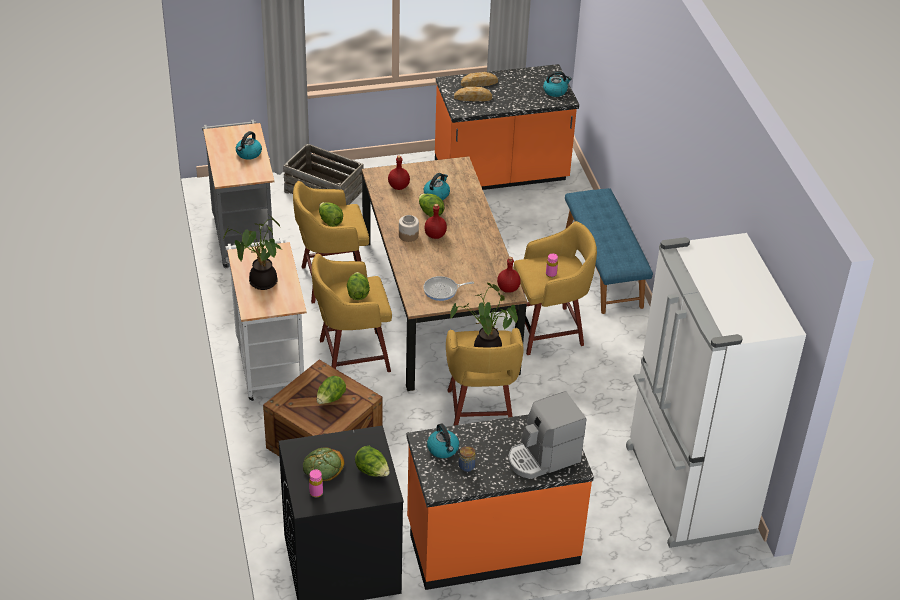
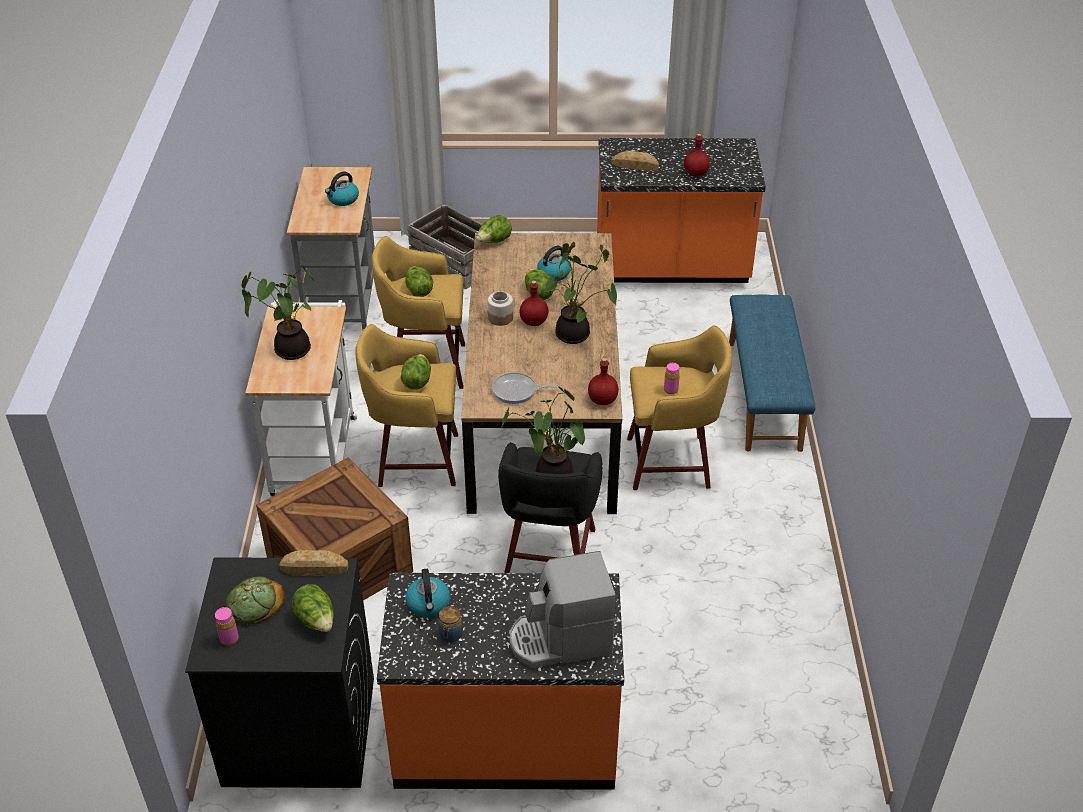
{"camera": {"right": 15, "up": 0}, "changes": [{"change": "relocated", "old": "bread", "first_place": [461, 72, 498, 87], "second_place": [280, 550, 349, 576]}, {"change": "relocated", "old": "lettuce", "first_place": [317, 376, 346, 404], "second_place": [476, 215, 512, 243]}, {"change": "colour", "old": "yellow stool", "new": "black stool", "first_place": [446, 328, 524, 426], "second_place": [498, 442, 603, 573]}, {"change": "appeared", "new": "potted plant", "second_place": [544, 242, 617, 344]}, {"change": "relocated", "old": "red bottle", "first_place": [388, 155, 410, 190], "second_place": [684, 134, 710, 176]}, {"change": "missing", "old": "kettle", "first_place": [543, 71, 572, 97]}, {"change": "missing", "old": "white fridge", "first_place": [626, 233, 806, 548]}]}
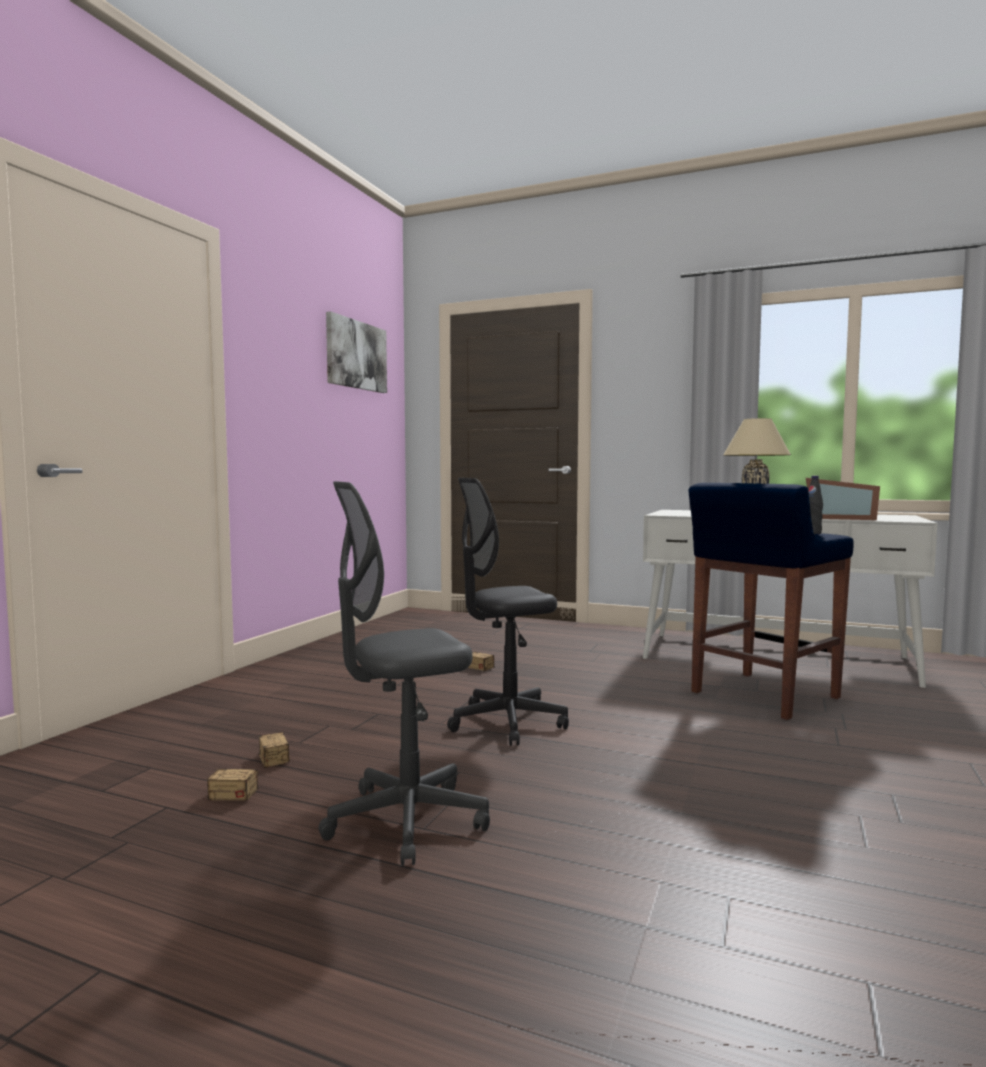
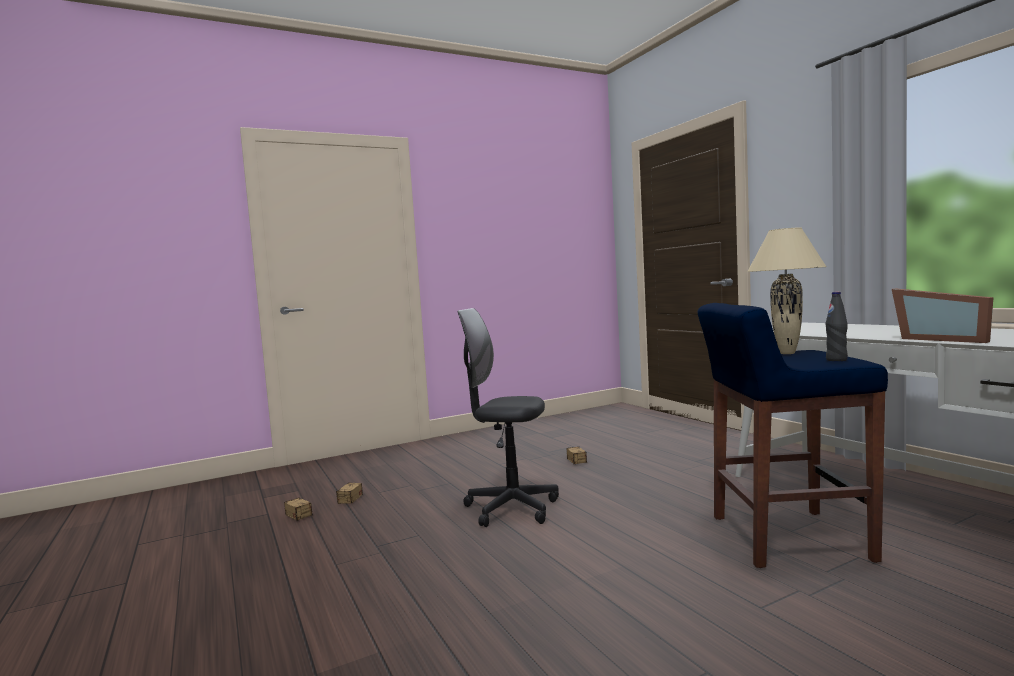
{"camera": {"right": 40, "up": 0}, "changes": [{"change": "missing", "old": "grey office chair", "first_place": [318, 481, 490, 866]}, {"change": "missing", "old": "picture", "first_place": [326, 311, 387, 393]}]}
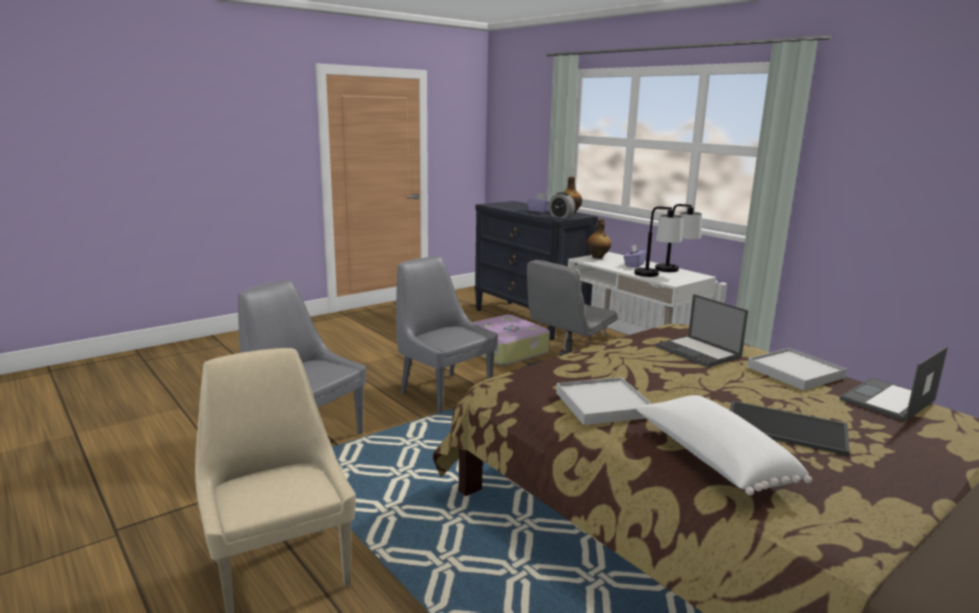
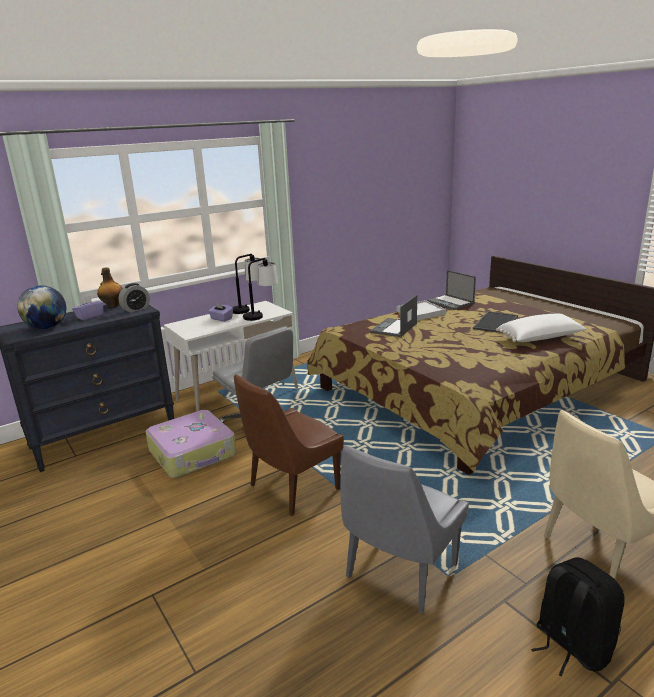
{"camera": {"right": -85, "up": 5}, "changes": [{"change": "appeared", "new": "globe", "second_place": [17, 285, 66, 329]}, {"change": "colour", "old": "grey chair", "new": "brown chair", "first_place": [396, 256, 498, 413], "second_place": [234, 374, 344, 516]}, {"change": "spun", "old": "laptop", "first_place": [655, 294, 748, 368], "second_place": [370, 295, 417, 337], "degrees": 150}, {"change": "appeared", "new": "black backpack", "second_place": [531, 557, 625, 677]}, {"change": "missing", "old": "white tray", "first_place": [556, 377, 652, 425]}, {"change": "missing", "old": "bottle", "first_place": [587, 219, 611, 259]}]}
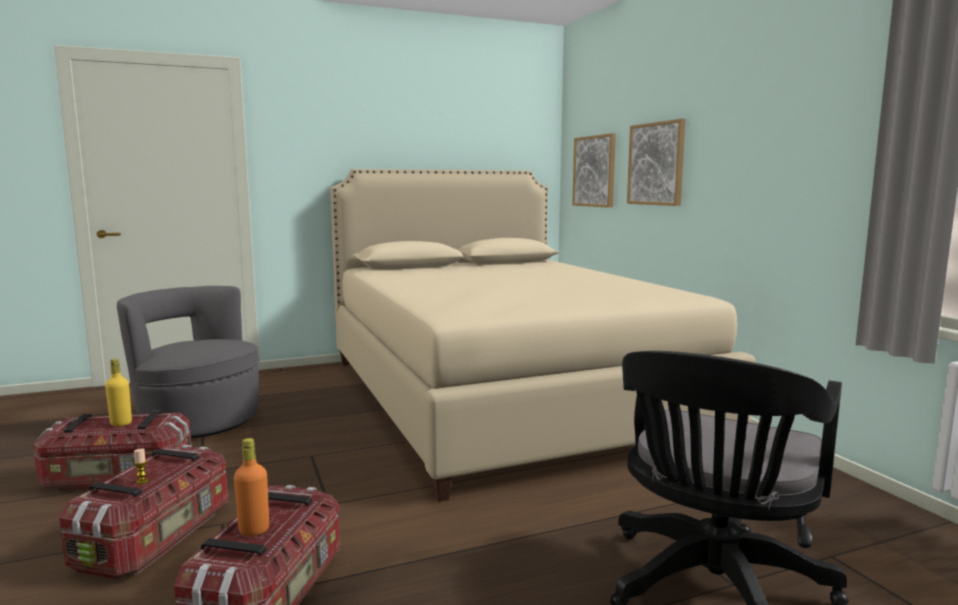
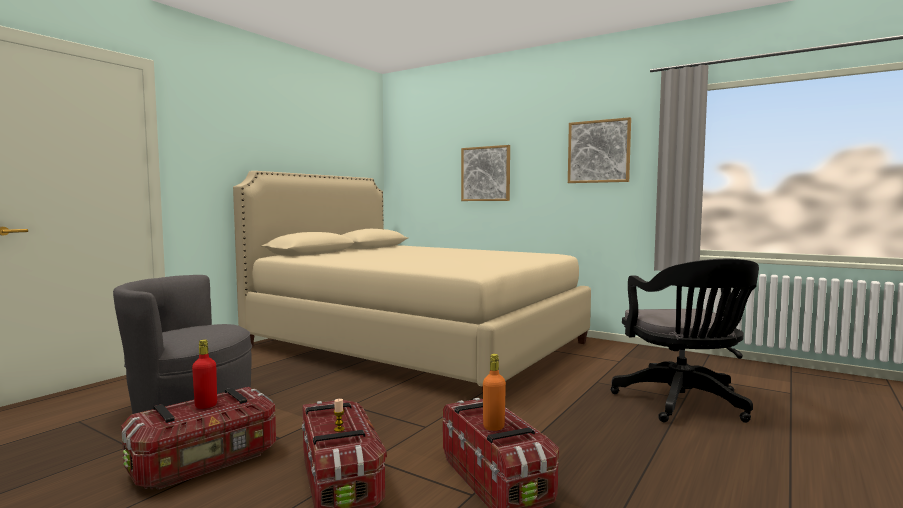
{"camera": {"right": -35, "up": -5}, "changes": [{"change": "colour", "old": "yellow bottle", "new": "red bottle", "first_place": [105, 359, 132, 426], "second_place": [192, 340, 217, 409]}, {"change": "relocated", "old": "picture", "first_place": [572, 133, 616, 208], "second_place": [568, 117, 631, 183]}]}
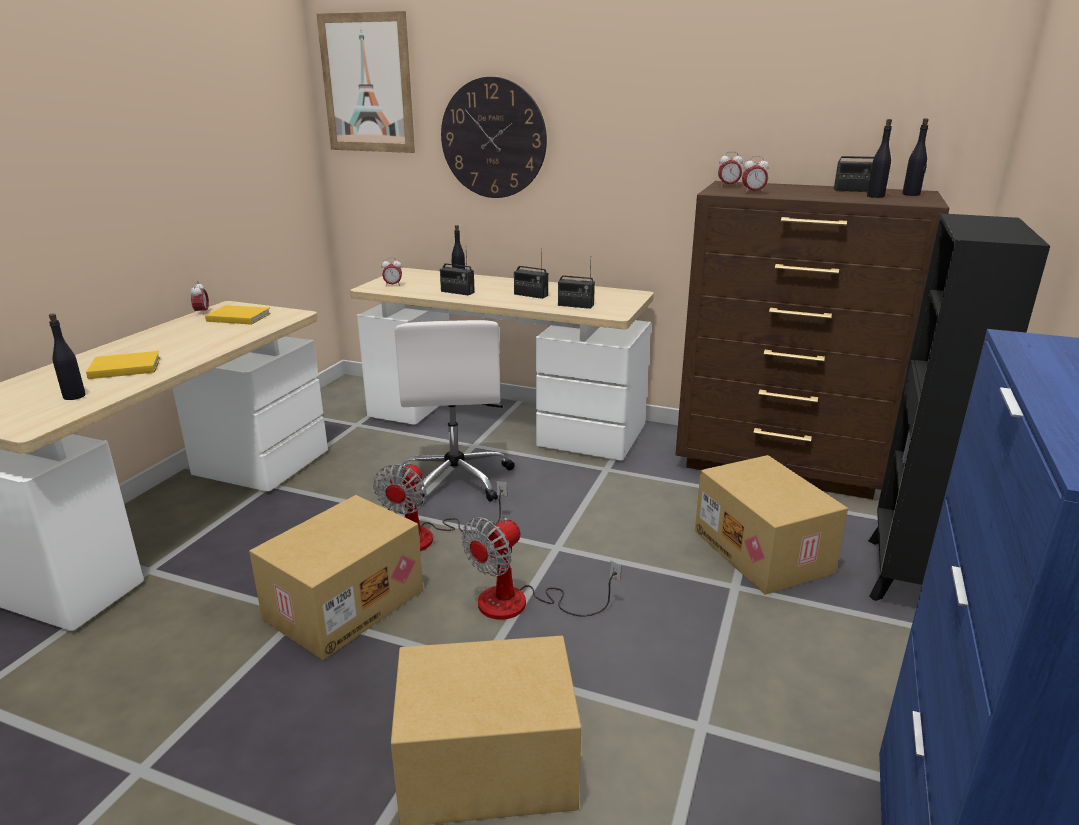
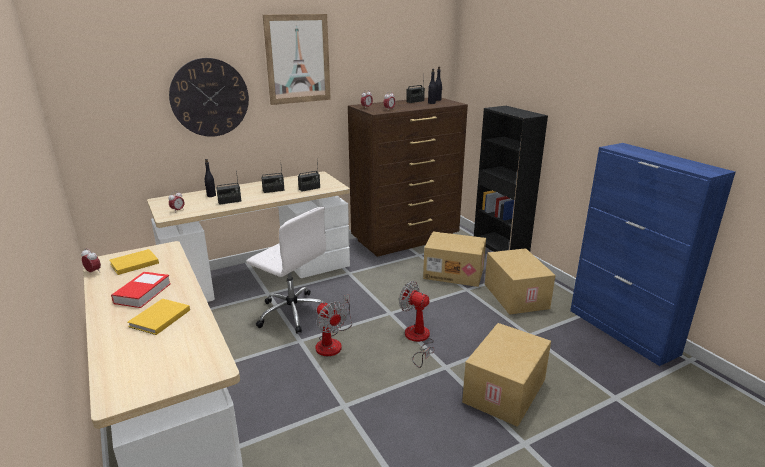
{"camera": {"right": -50, "up": 0}, "changes": [{"change": "appeared", "new": "book", "second_place": [111, 272, 171, 308]}, {"change": "relocated", "old": "picture", "first_place": [316, 11, 415, 153], "second_place": [263, 14, 331, 105]}, {"change": "spun", "old": "fan", "first_place": [462, 517, 622, 620], "second_place": [399, 281, 435, 368], "degrees": 135}, {"change": "relocated", "old": "cardboard box", "first_place": [249, 495, 423, 660], "second_place": [485, 248, 556, 315]}, {"change": "missing", "old": "black bottle", "first_place": [49, 313, 86, 400]}]}
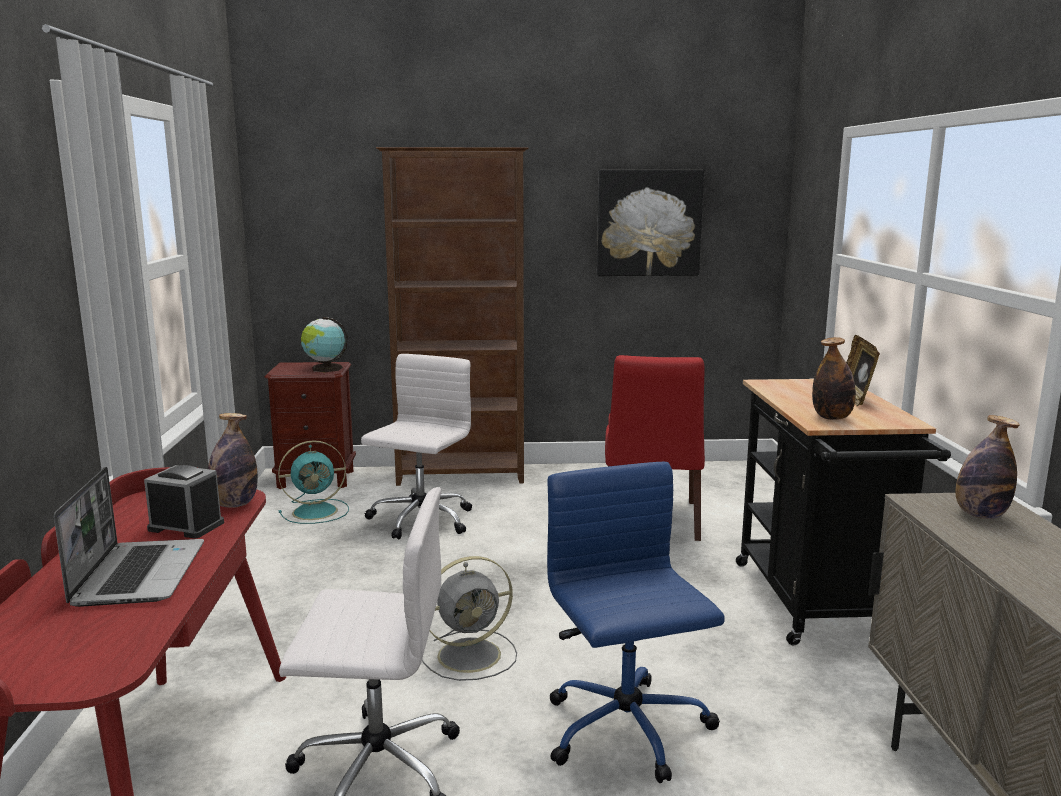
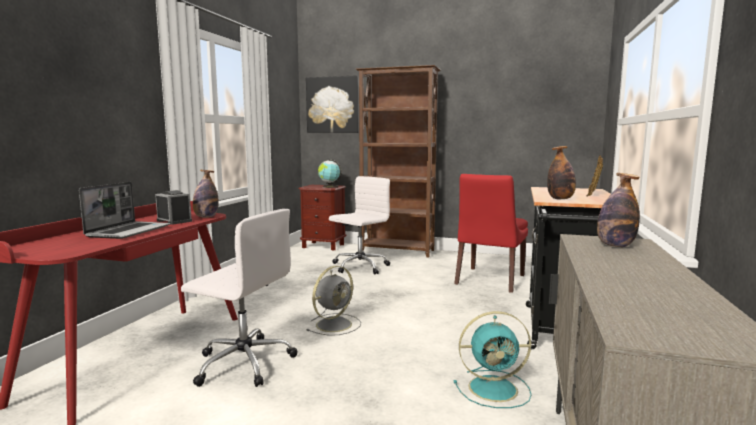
{"camera": {"right": 20, "up": -5}, "changes": [{"change": "relocated", "old": "picture", "first_place": [597, 170, 704, 276], "second_place": [306, 75, 359, 133]}, {"change": "spun", "old": "grey fan", "first_place": [422, 556, 517, 681], "second_place": [307, 266, 361, 336], "degrees": -45}, {"change": "relocated", "old": "turquoise fan", "first_place": [278, 440, 349, 524], "second_place": [454, 311, 531, 408]}, {"change": "missing", "old": "blue office chair", "first_place": [547, 462, 725, 783]}]}
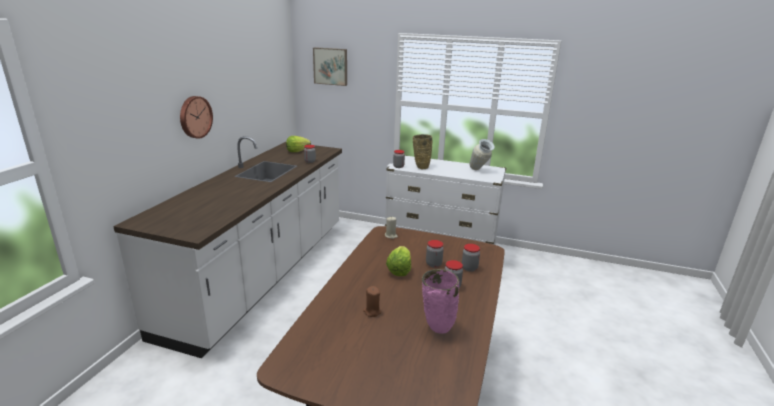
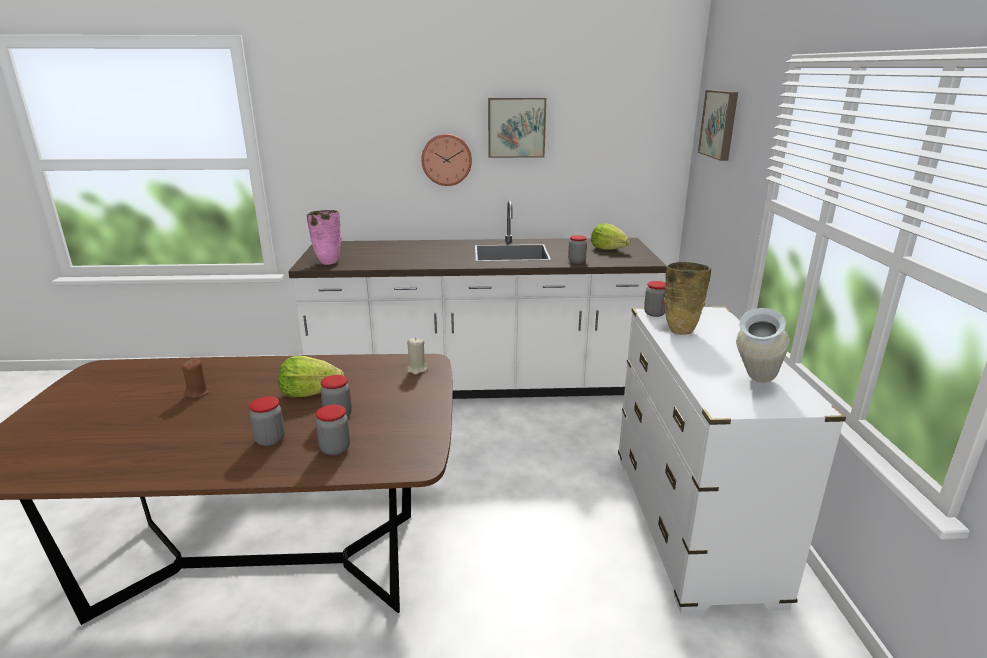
{"camera": {"right": 70, "up": 0}, "changes": [{"change": "relocated", "old": "pink vase", "first_place": [422, 269, 459, 334], "second_place": [307, 210, 342, 265]}, {"change": "appeared", "new": "picture", "second_place": [488, 98, 546, 158]}]}
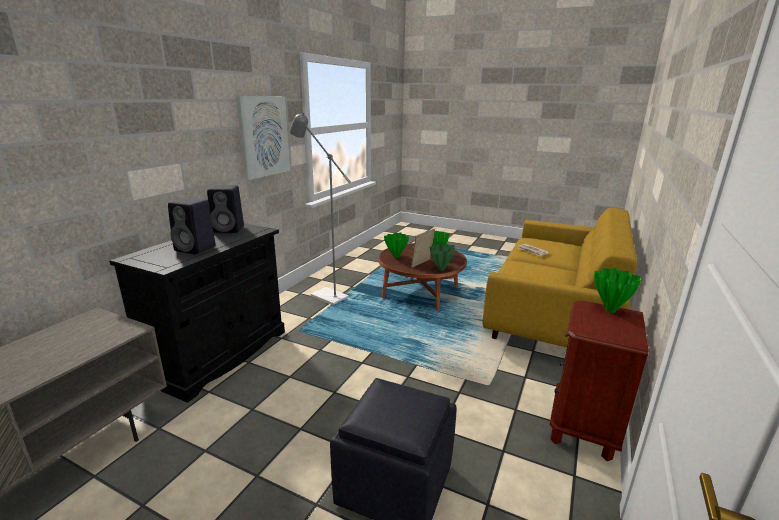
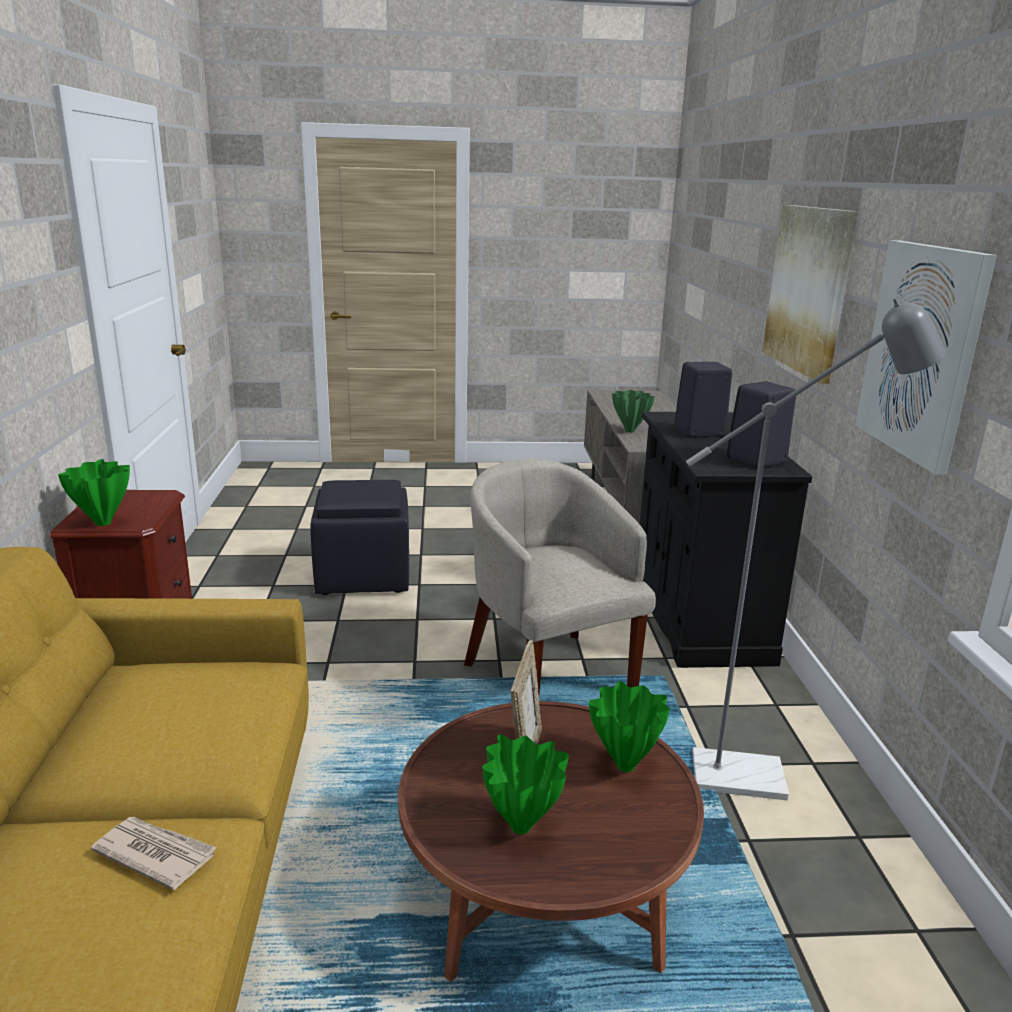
{"camera": {"right": 150, "up": 0}, "changes": [{"change": "appeared", "new": "beige armchair", "second_place": [464, 459, 656, 694]}, {"change": "relocated", "old": "green vase", "first_place": [430, 244, 455, 271], "second_place": [612, 390, 655, 433]}, {"change": "appeared", "new": "picture", "second_place": [762, 205, 858, 384]}]}
